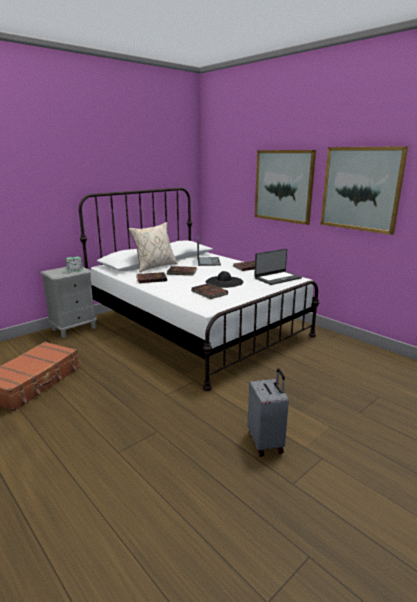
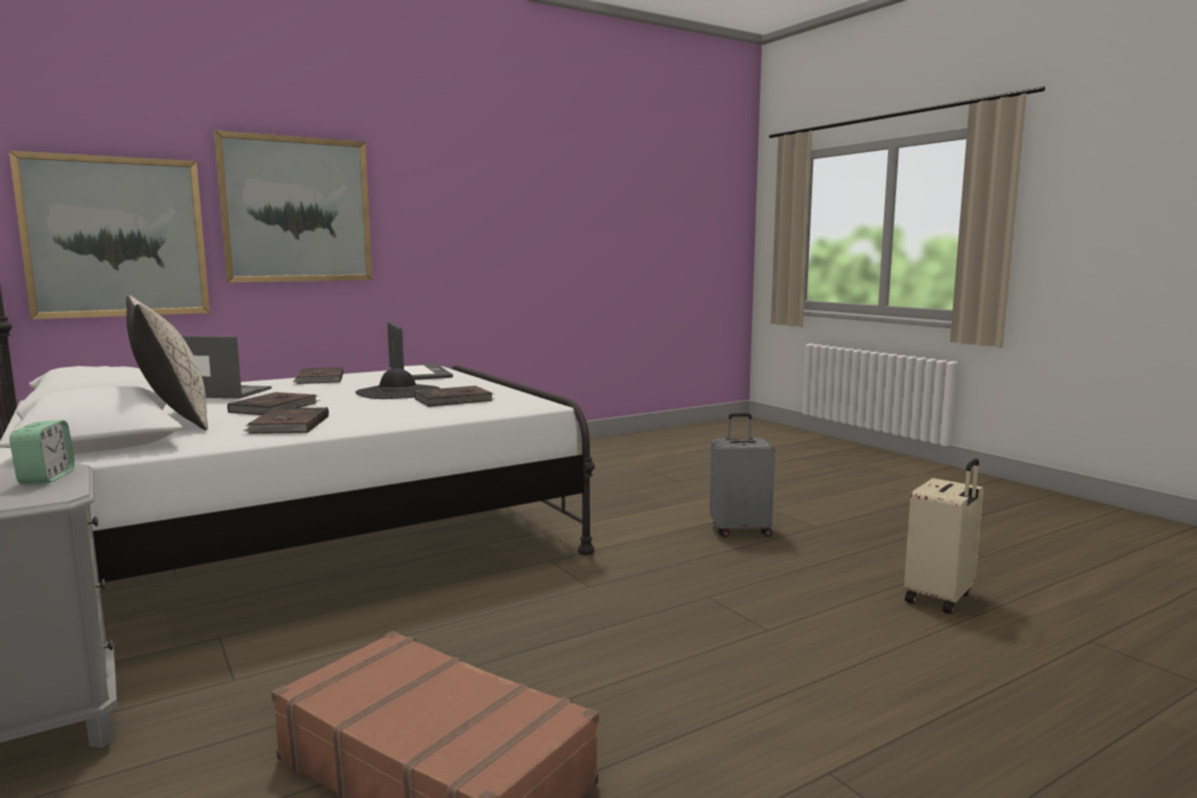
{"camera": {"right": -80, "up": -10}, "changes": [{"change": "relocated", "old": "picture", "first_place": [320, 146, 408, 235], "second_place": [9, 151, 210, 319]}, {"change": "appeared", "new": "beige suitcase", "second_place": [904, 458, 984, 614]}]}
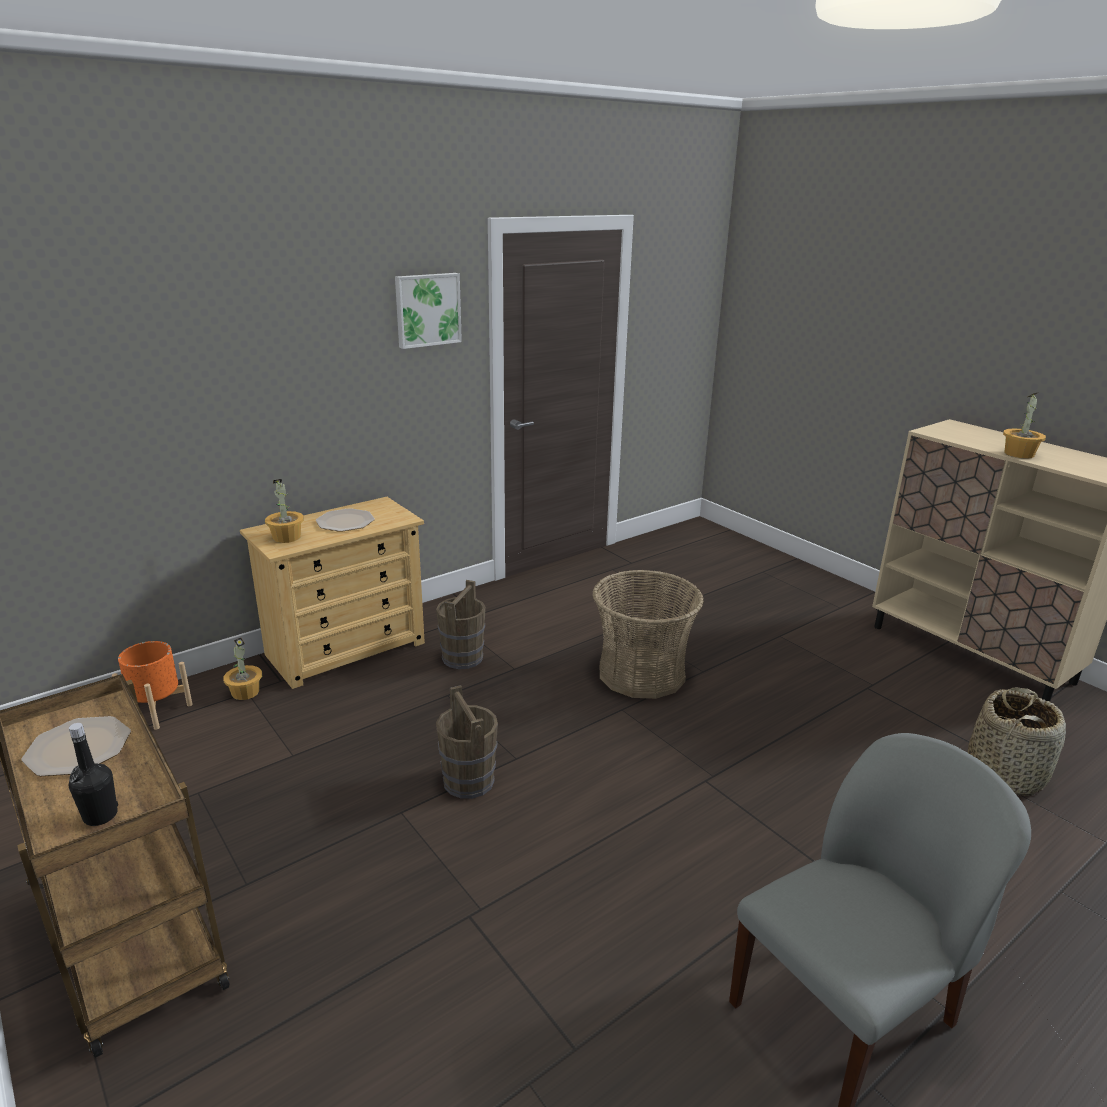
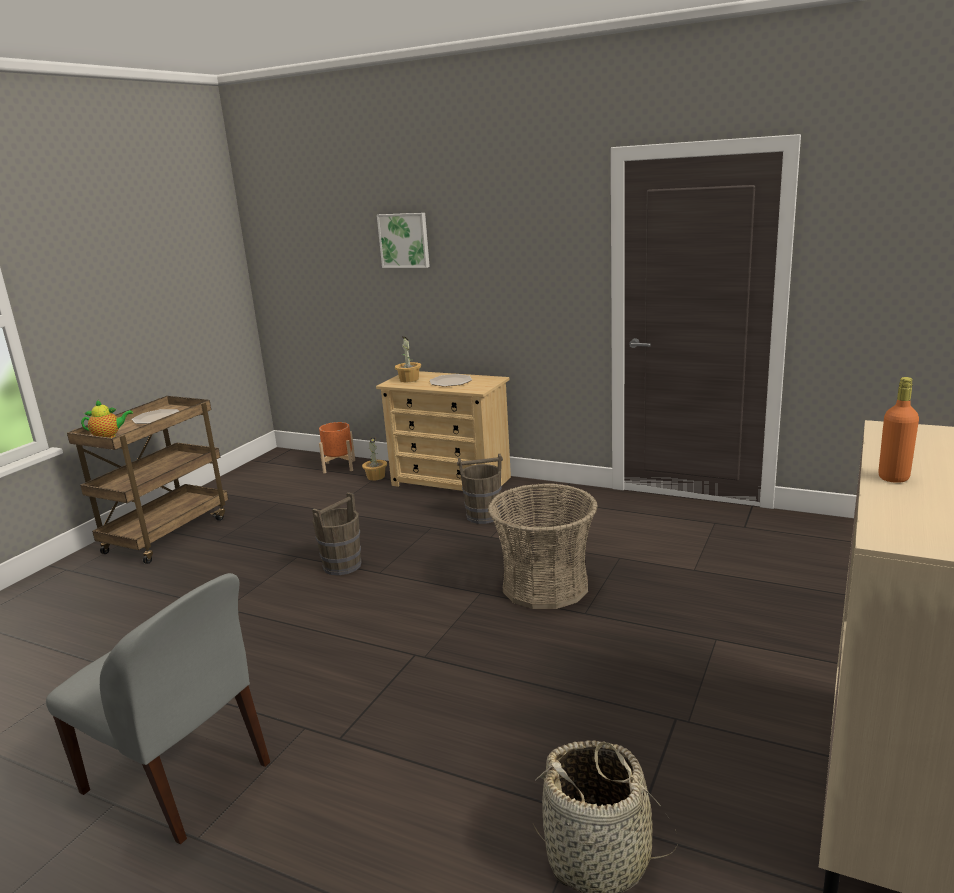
{"camera": {"right": 65, "up": -5}, "changes": [{"change": "exchanged", "old": "black bottle", "new": "teapot", "first_place": [69, 723, 118, 826], "second_place": [81, 399, 133, 438]}, {"change": "relocated", "old": "picture", "first_place": [395, 273, 462, 349], "second_place": [377, 213, 430, 268]}, {"change": "exchanged", "old": "potted plant", "new": "orange bottle", "first_place": [1003, 392, 1046, 459], "second_place": [878, 377, 919, 483]}]}
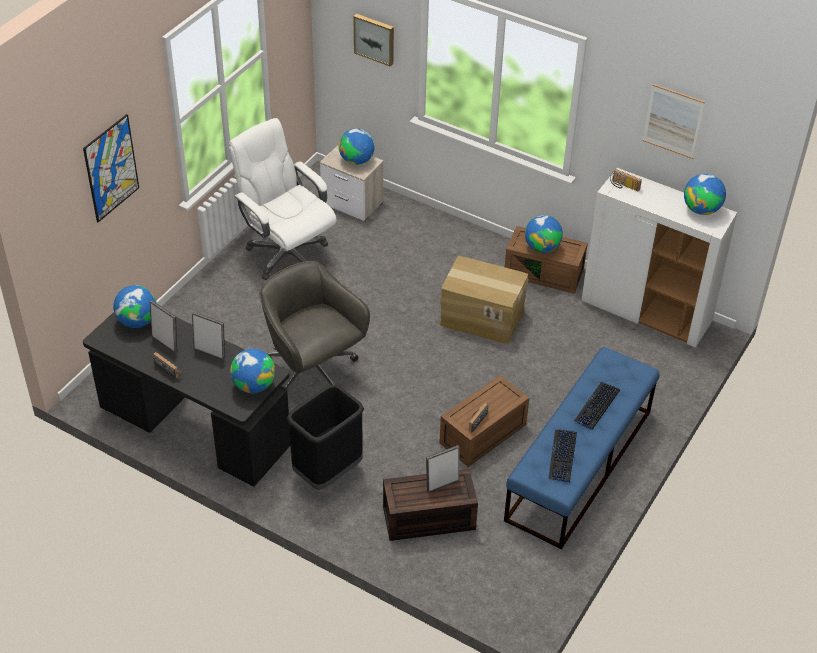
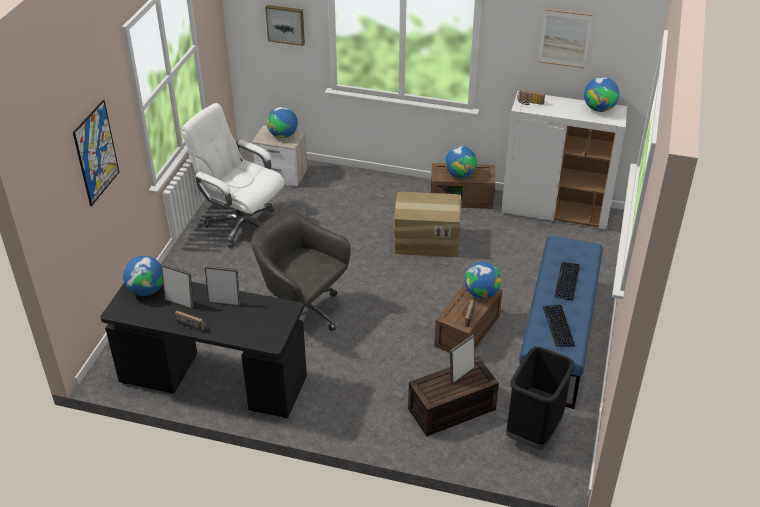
{"camera": {"right": -15, "up": -5}, "changes": [{"change": "relocated", "old": "globe", "first_place": [230, 349, 275, 393], "second_place": [464, 262, 502, 299]}, {"change": "relocated", "old": "black trash can", "first_place": [287, 384, 364, 490], "second_place": [506, 347, 574, 450]}]}
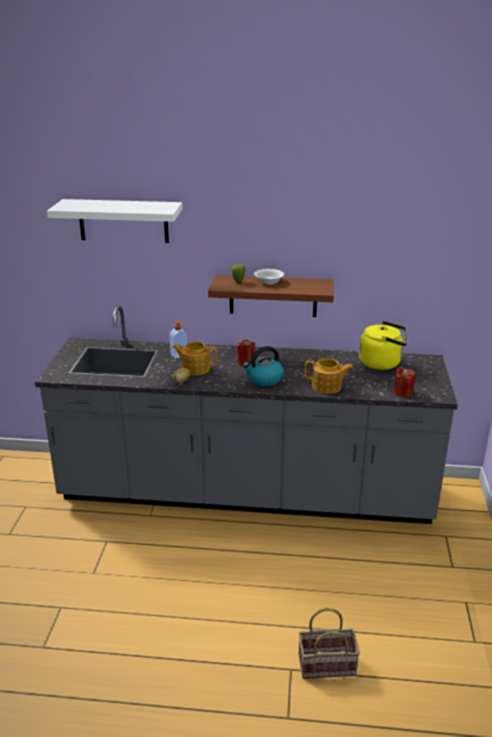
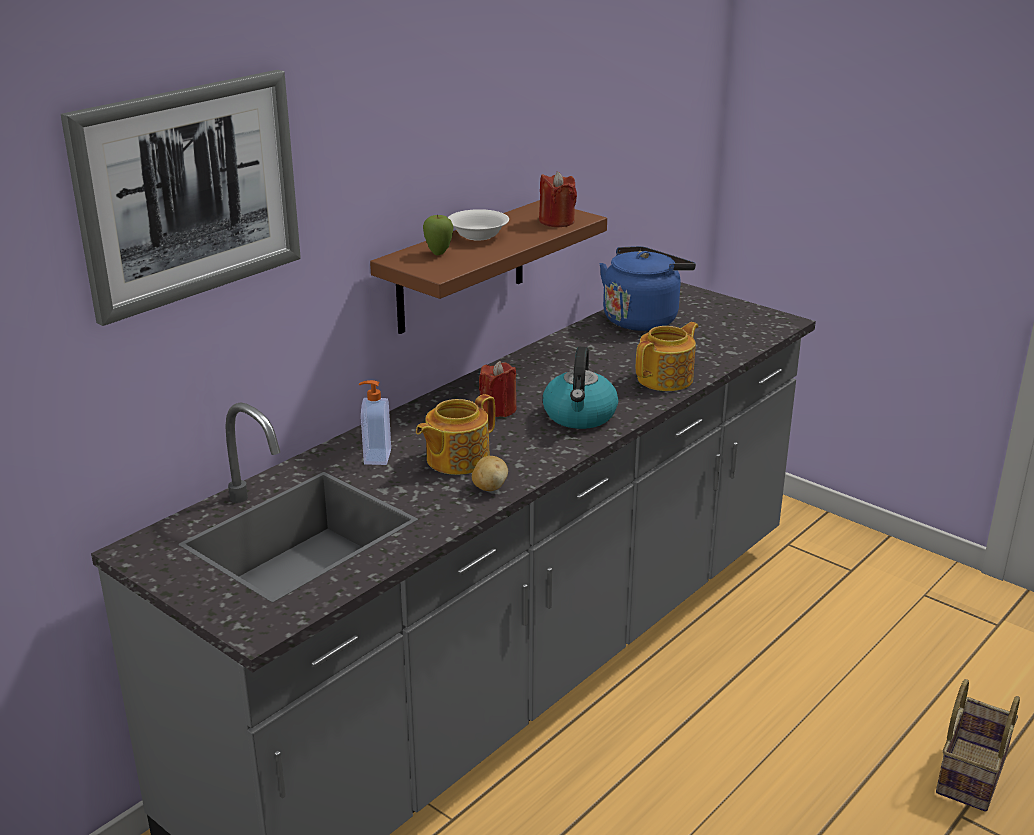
{"camera": {"right": -55, "up": 0}, "changes": [{"change": "exchanged", "old": "white shelf", "new": "picture", "first_place": [47, 199, 183, 243], "second_place": [61, 70, 301, 326]}, {"change": "relocated", "old": "red candle", "first_place": [394, 367, 415, 397], "second_place": [539, 171, 577, 227]}, {"change": "colour", "old": "yellow kettle", "new": "blue kettle", "first_place": [359, 321, 408, 370], "second_place": [600, 246, 696, 331]}]}
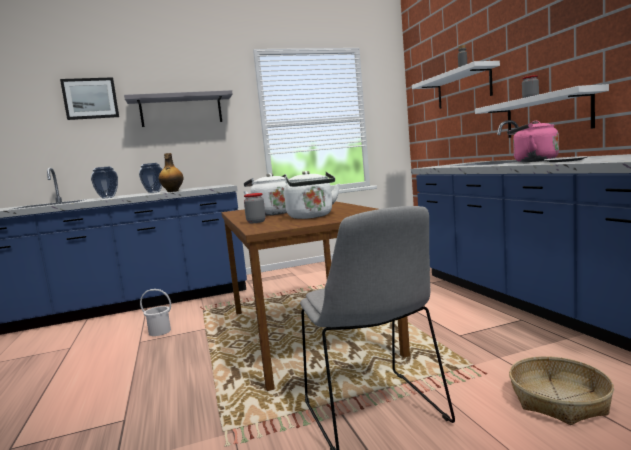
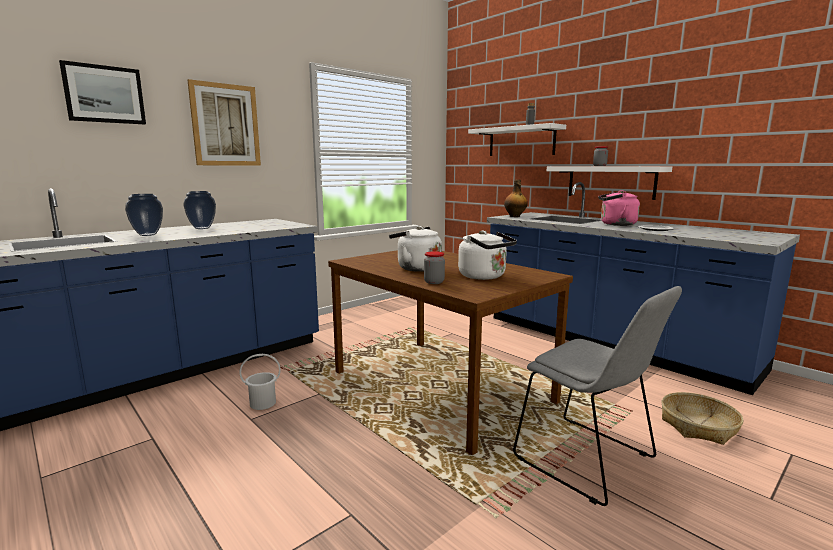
{"camera": {"right": -25, "up": 5}, "changes": [{"change": "exchanged", "old": "grey shelf", "new": "picture", "first_place": [124, 90, 233, 127], "second_place": [187, 79, 261, 165]}, {"change": "relocated", "old": "bottle", "first_place": [159, 153, 183, 192], "second_place": [504, 180, 528, 217]}]}
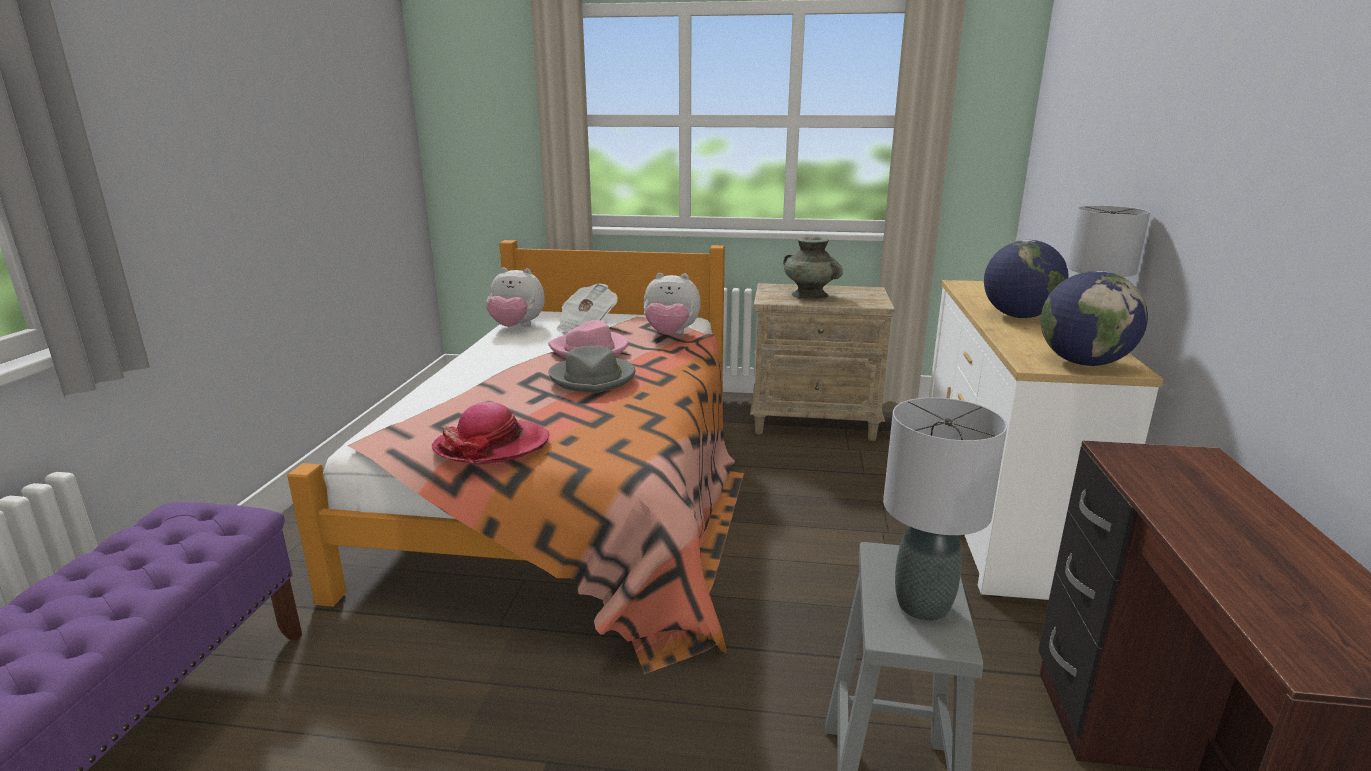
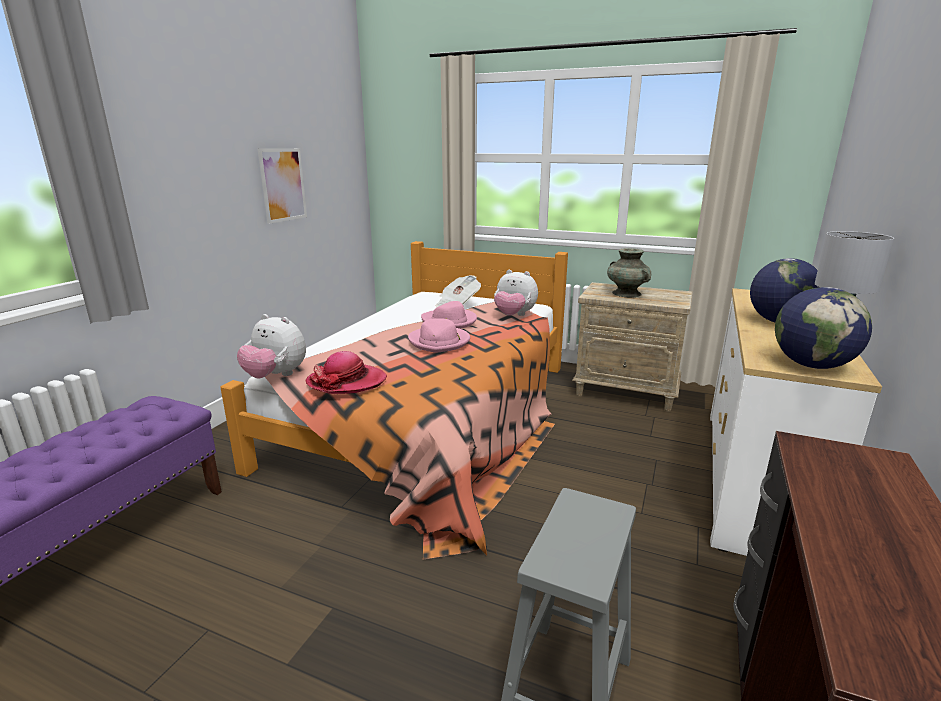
{"camera": {"right": 15, "up": 0}, "changes": [{"change": "relocated", "old": "plush toy", "first_place": [486, 268, 545, 327], "second_place": [237, 314, 306, 378]}, {"change": "appeared", "new": "picture", "second_place": [258, 148, 307, 224]}, {"change": "colour", "old": "grey hat", "new": "pink hat", "first_place": [549, 345, 635, 393], "second_place": [408, 319, 470, 353]}, {"change": "missing", "old": "grey table lamp", "first_place": [883, 397, 1007, 621]}]}
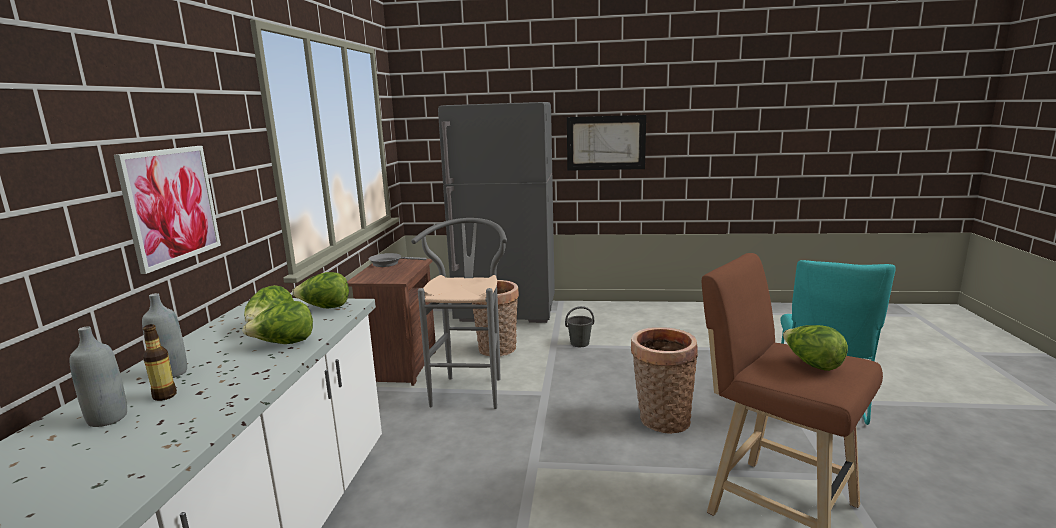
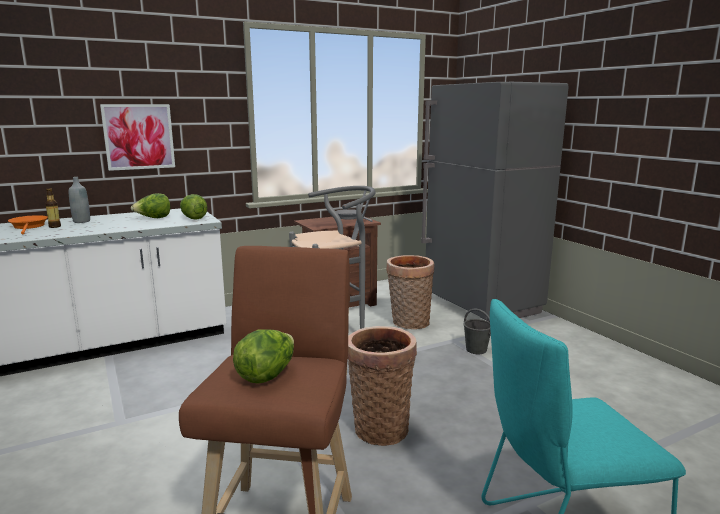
{"camera": {"right": 55, "up": 0}, "changes": [{"change": "exchanged", "old": "grey bottle", "new": "orange frying pan", "first_place": [70, 326, 127, 427], "second_place": [8, 215, 48, 234]}, {"change": "missing", "old": "lettuce", "first_place": [242, 301, 313, 344]}, {"change": "missing", "old": "picture", "first_place": [567, 115, 646, 171]}]}
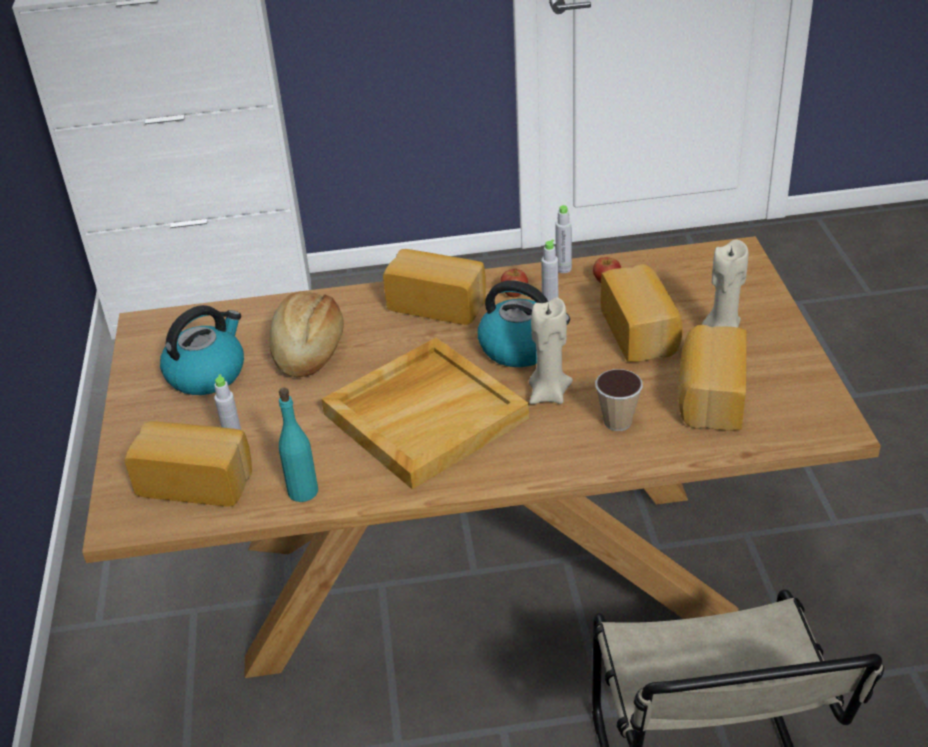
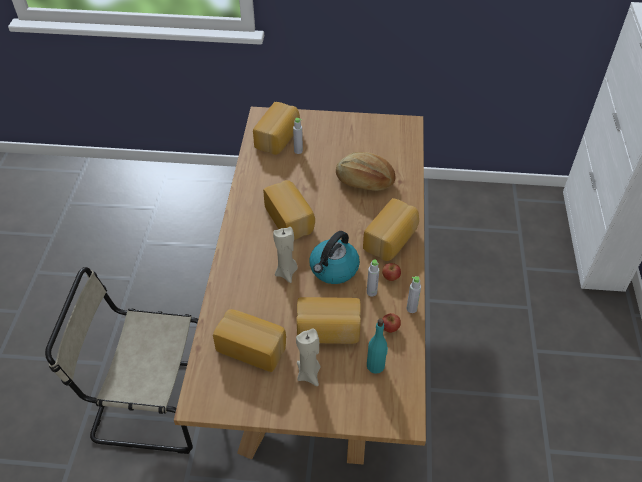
{"camera": {"right": 100, "up": 10}, "changes": [{"change": "exchanged", "old": "beige tray", "new": "bread", "first_place": [321, 338, 529, 489], "second_place": [263, 180, 315, 240]}, {"change": "relocated", "old": "turquoise bottle", "first_place": [279, 388, 318, 502], "second_place": [367, 319, 388, 374]}, {"change": "missing", "old": "kettle", "first_place": [160, 305, 244, 395]}, {"change": "missing", "old": "cup", "first_place": [595, 369, 643, 431]}]}
